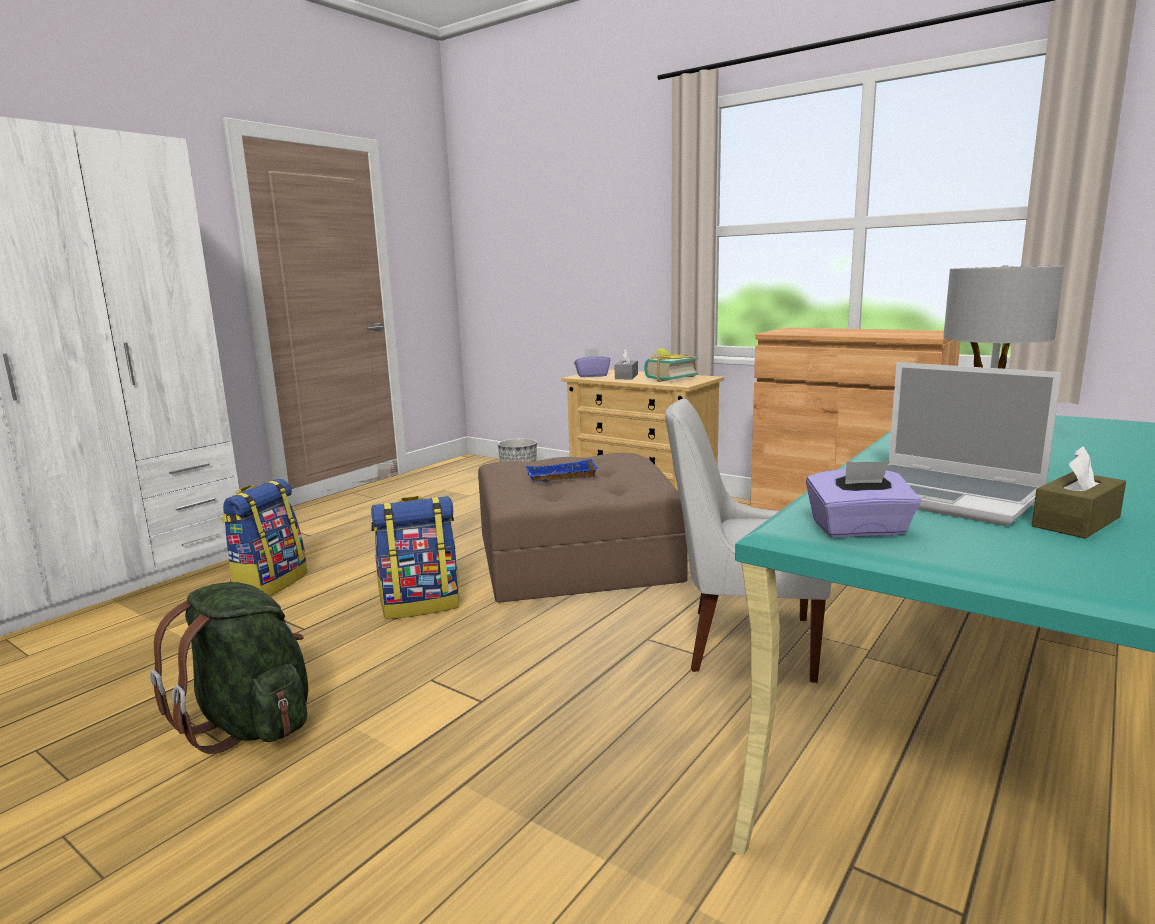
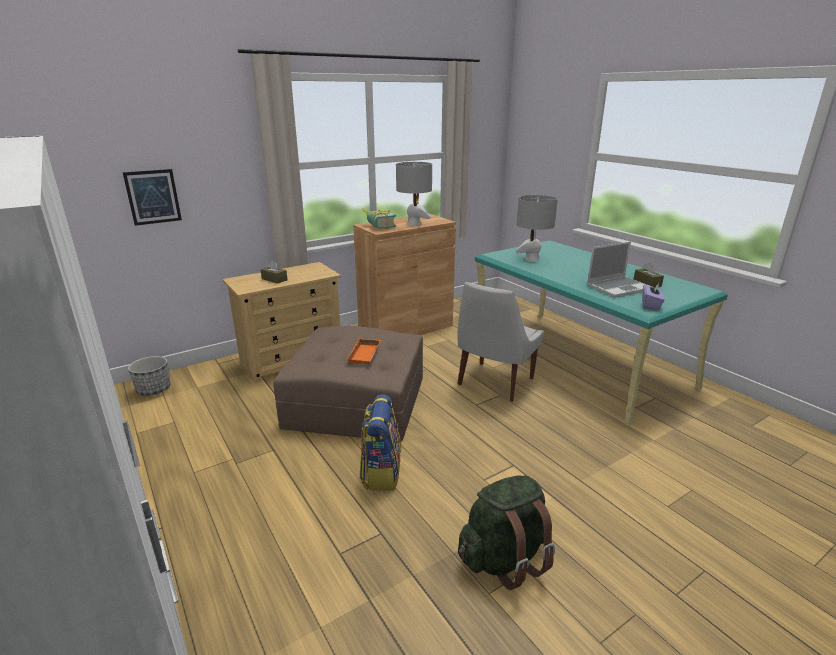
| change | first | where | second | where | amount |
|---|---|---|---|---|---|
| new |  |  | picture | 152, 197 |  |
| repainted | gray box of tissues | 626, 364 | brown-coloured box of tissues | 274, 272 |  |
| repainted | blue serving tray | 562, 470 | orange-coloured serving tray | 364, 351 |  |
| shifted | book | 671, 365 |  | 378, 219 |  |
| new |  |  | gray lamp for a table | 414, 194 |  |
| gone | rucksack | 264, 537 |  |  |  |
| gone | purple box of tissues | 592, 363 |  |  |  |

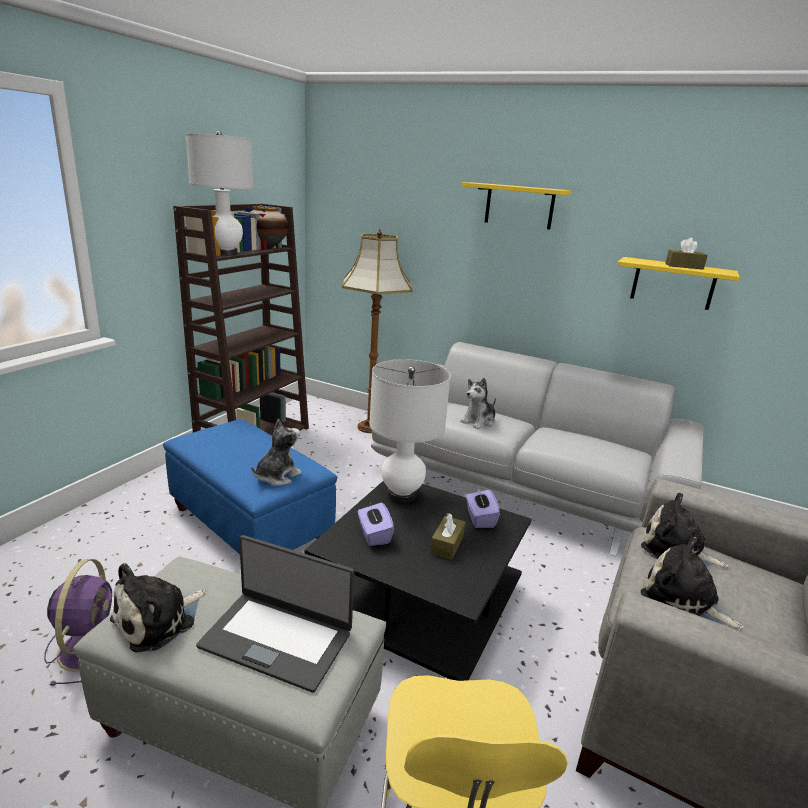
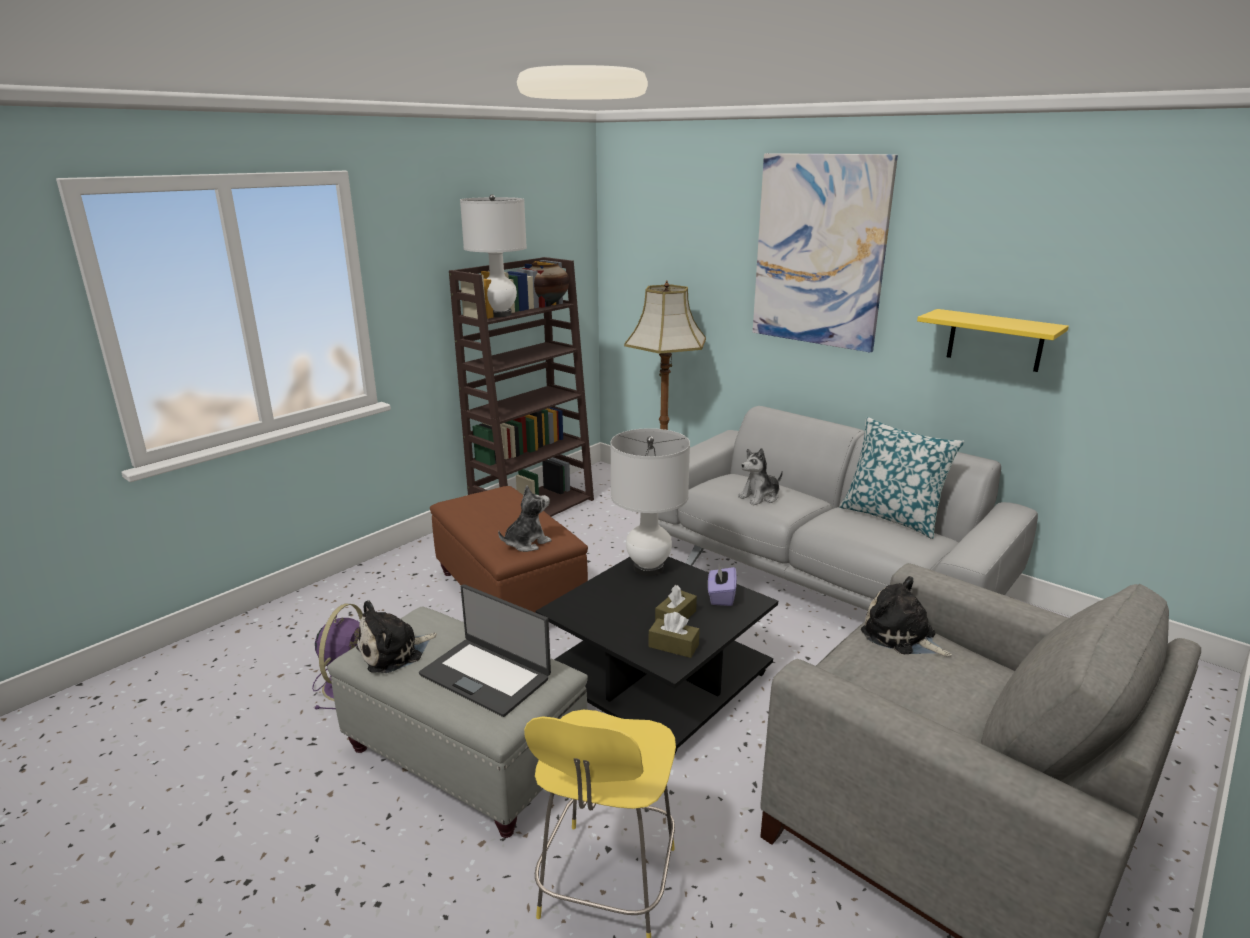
| change | first | where | second | where | amount |
|---|---|---|---|---|---|
| repainted | blue pouffe | 250, 486 | brown-coloured pouffe | 509, 549 |  |
| shifted | brown-coloured box of tissues | 686, 253 |  | 674, 635 |  |
| swapped | yellow-coloured bracket shelf | 516, 206 | picture | 825, 252 |  |
| new |  |  | throw pillow | 901, 478 |  |
| gone | purple box of tissues | 376, 524 |  |  |  |
| gone | cuddly toy | 692, 582 |  |  |  |

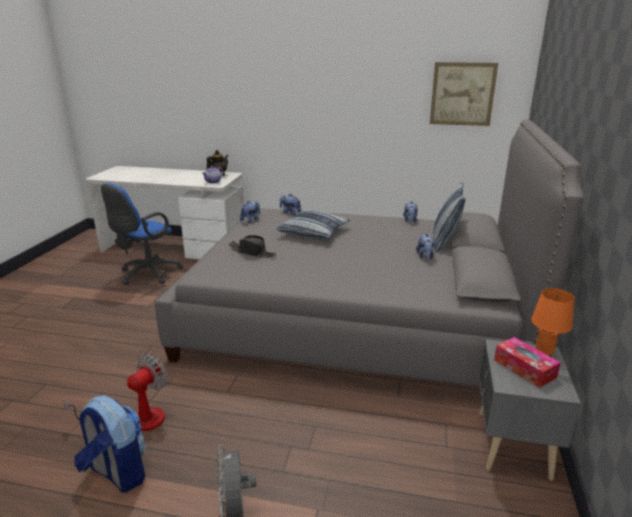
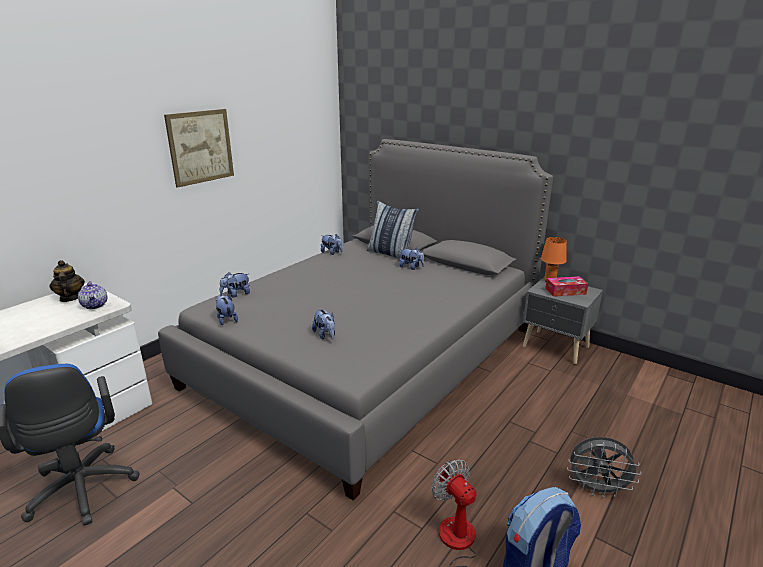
| change | first | where | second | where | amount |
|---|---|---|---|---|---|
| shifted | picture | 464, 94 |  | 199, 148 |  |
| swapped | black hat | 252, 246 | cuddly toy | 323, 324 |  |
| gone | throw pillow | 313, 224 |  |  |  |

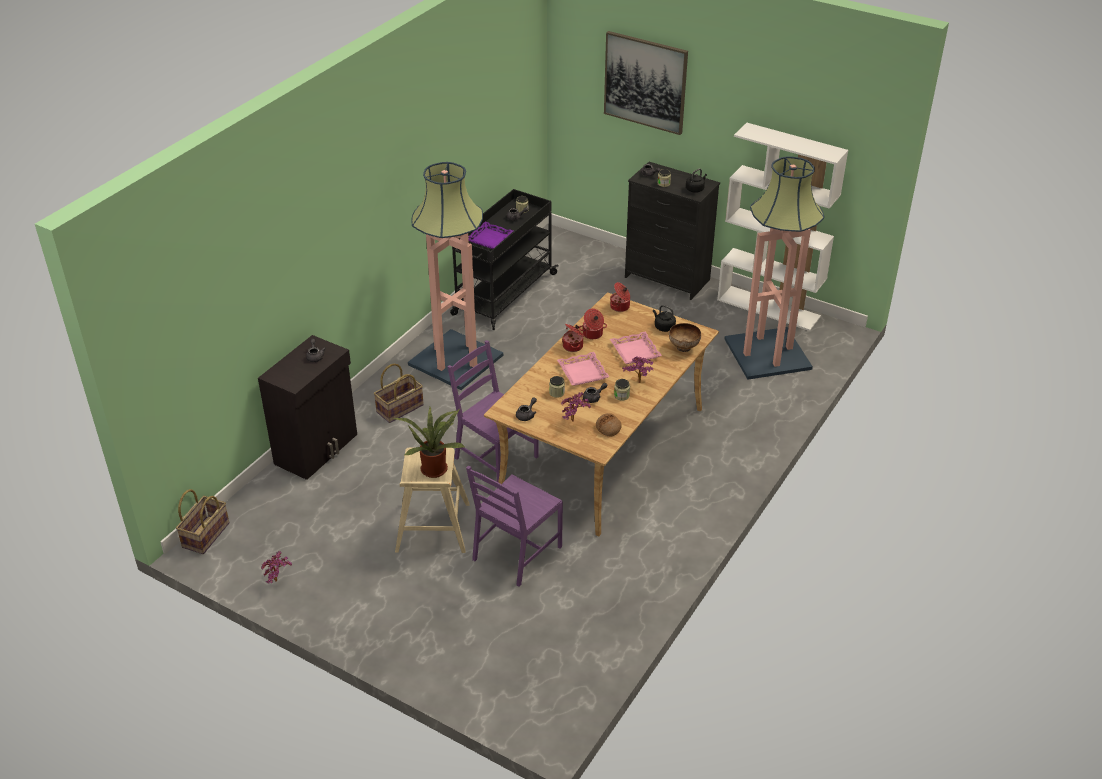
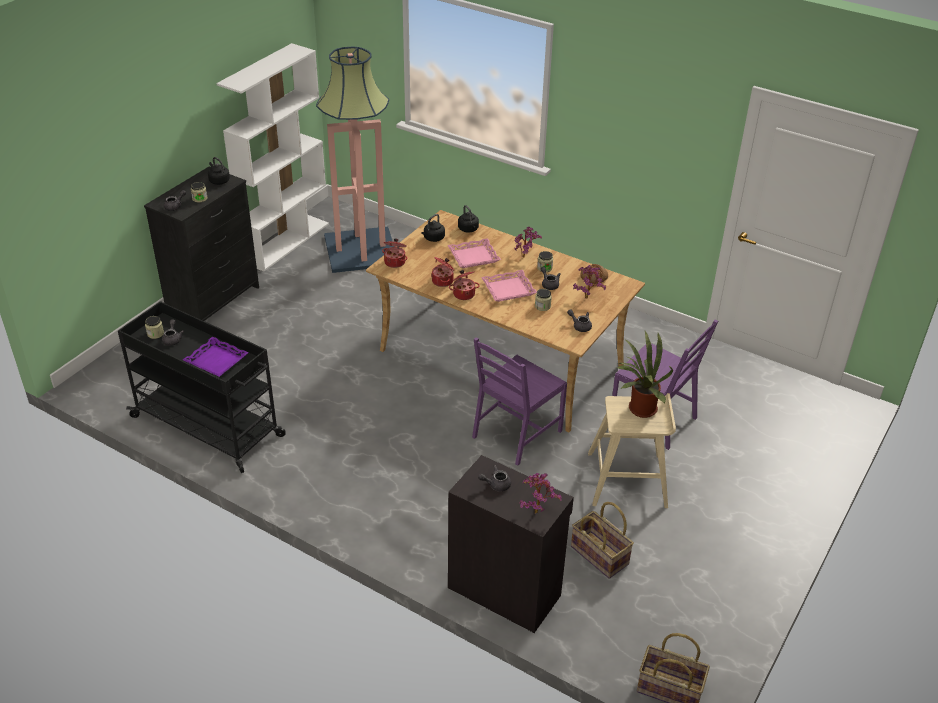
| change | first | where | second | where | amount |
|---|---|---|---|---|---|
| swapped | serving bowl | 685, 337 | black kettle | 468, 219 |  |
| shifted | plant in a pot | 276, 567 |  | 540, 493 |  |
| shifted | household basket | 398, 393 |  | 602, 540 |  |
| gone | standard lamp | 455, 276 |  |  |  |
| gone | picture | 646, 83 |  |  |  |

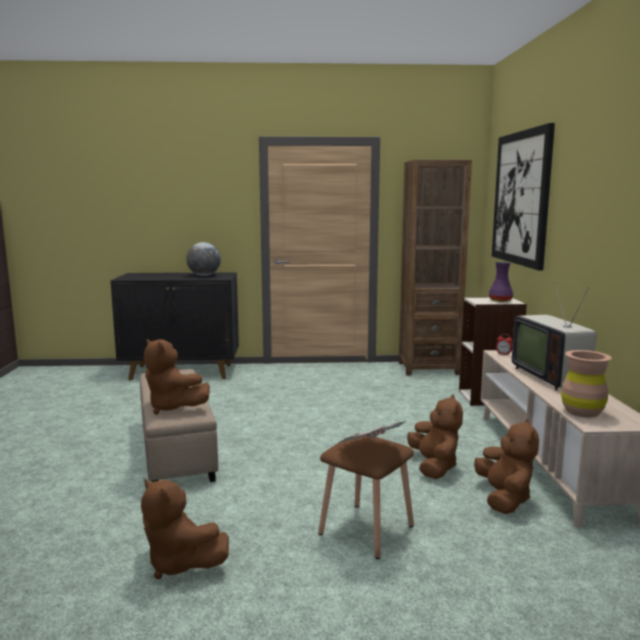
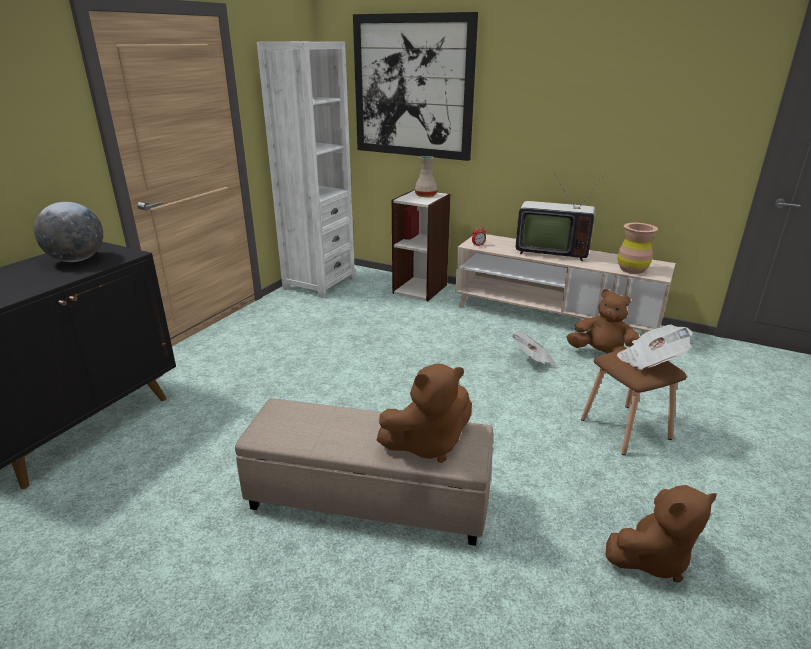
| change | first | where | second | where | amount |
|---|---|---|---|---|---|
| repainted | brown-coloured shelving unit | 435, 268 | white shelving unit | 306, 170 |  |
| repainted | purple vase | 501, 282 | beige-coloured vase | 426, 176 |  |
| swapped | brown-coloured cuddly toy | 435, 436 | printed paper | 534, 349 |  |

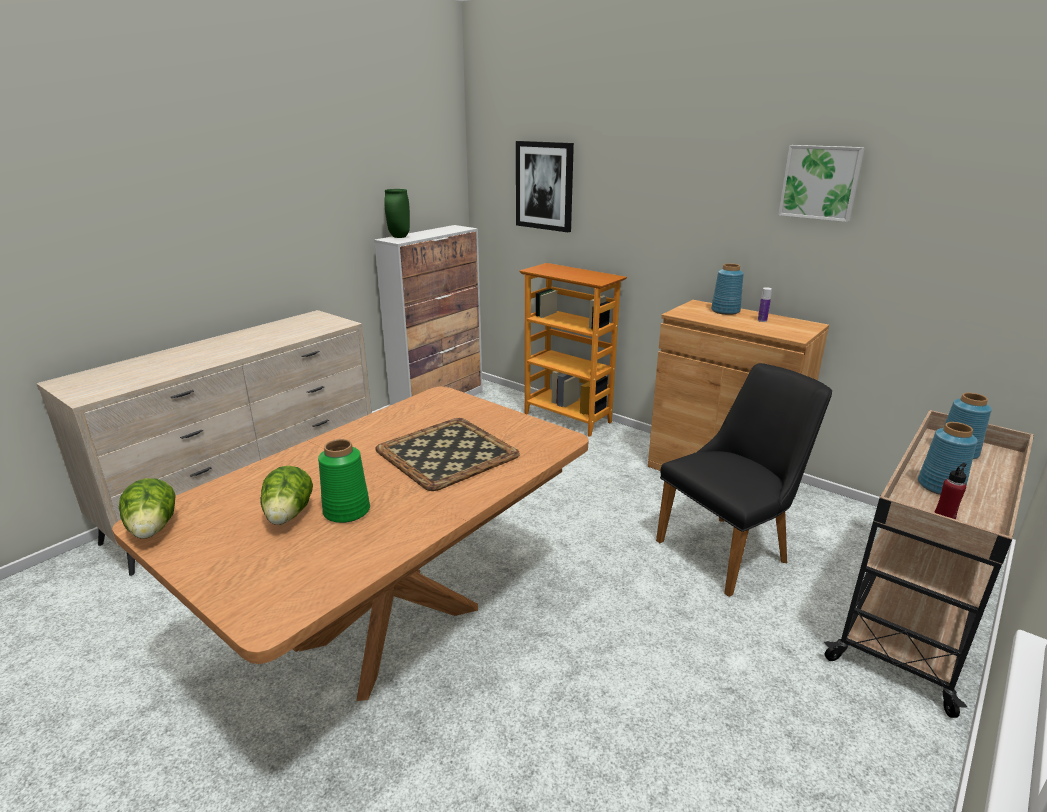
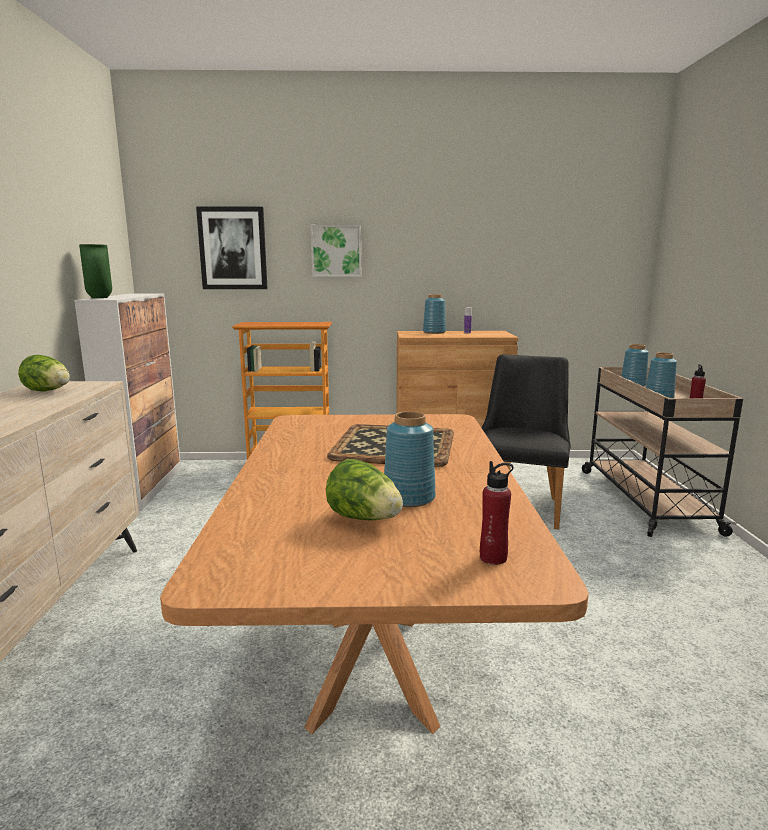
| change | first | where | second | where | amount |
|---|---|---|---|---|---|
| shifted | head of lettuce | 147, 508 |  | 44, 373 |  |
| shifted | picture | 821, 183 |  | 336, 251 |  |
| repainted | greenish vase | 344, 481 | blue vase | 410, 459 |  |
| new |  |  | red-coloured beverage bottle | 497, 513 |  |

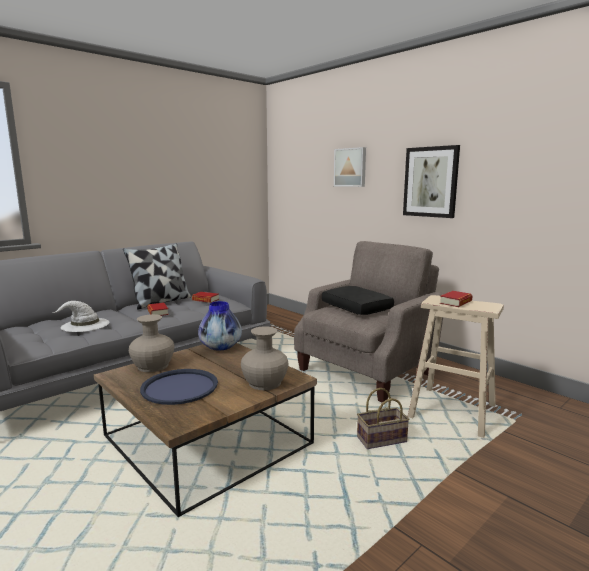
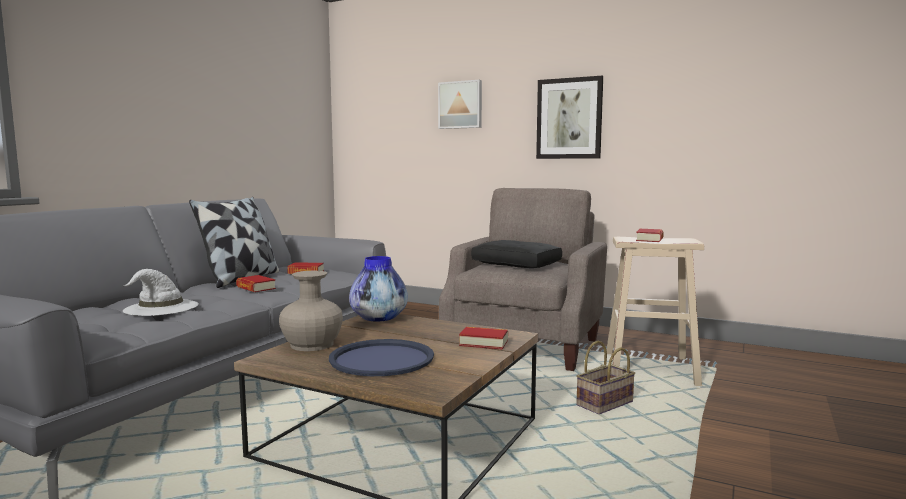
| change | first | where | second | where | amount |
|---|---|---|---|---|---|
| swapped | beige-coloured vase | 265, 358 | book | 483, 338 |  |

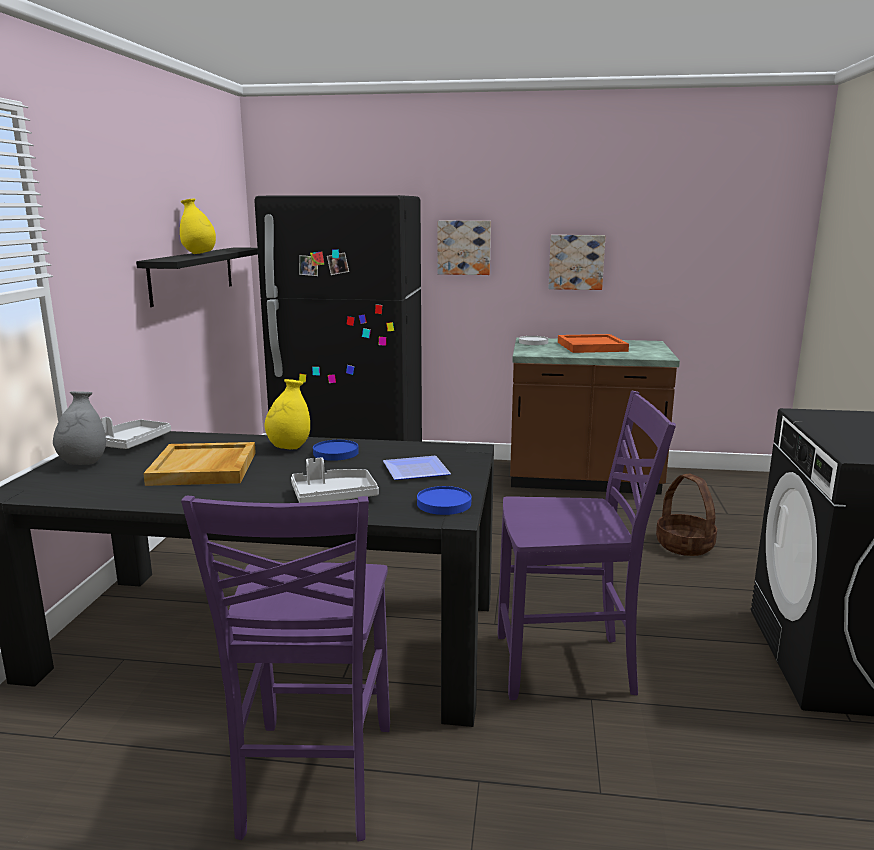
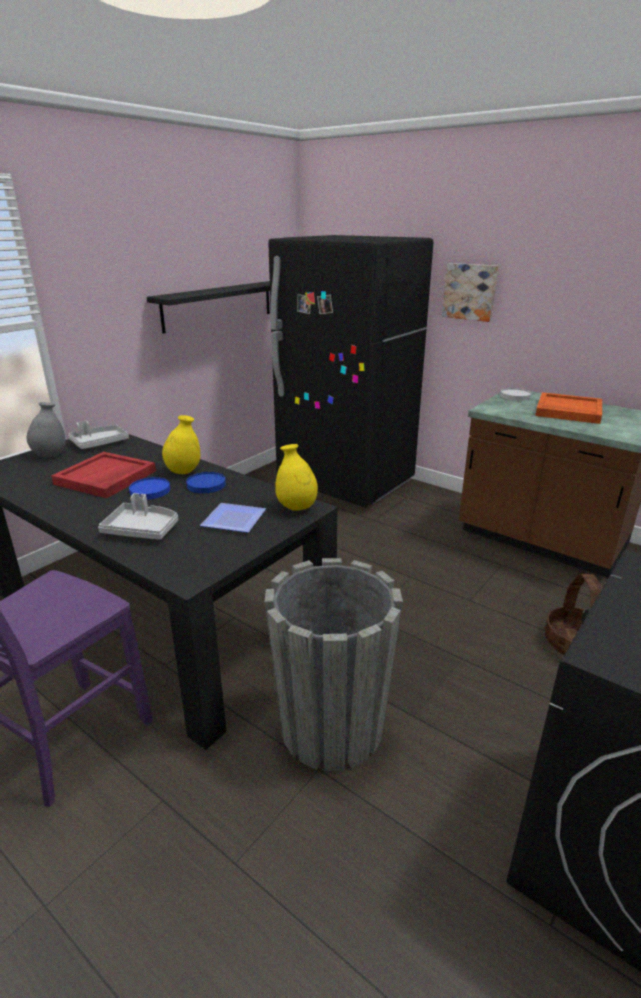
| change | first | where | second | where | amount |
|---|---|---|---|---|---|
| repainted | beige-coloured serving tray | 199, 464 | red-coloured serving tray | 103, 475 |  |
| shifted | blue dinner plate | 444, 500 |  | 149, 488 |  |
| swapped | purple upright chair | 587, 545 | gray flower pot | 334, 664 |  |
| shifted | yellow-coloured vase | 198, 226 |  | 296, 477 |  |
| gone | picture | 577, 262 |  |  |  |

